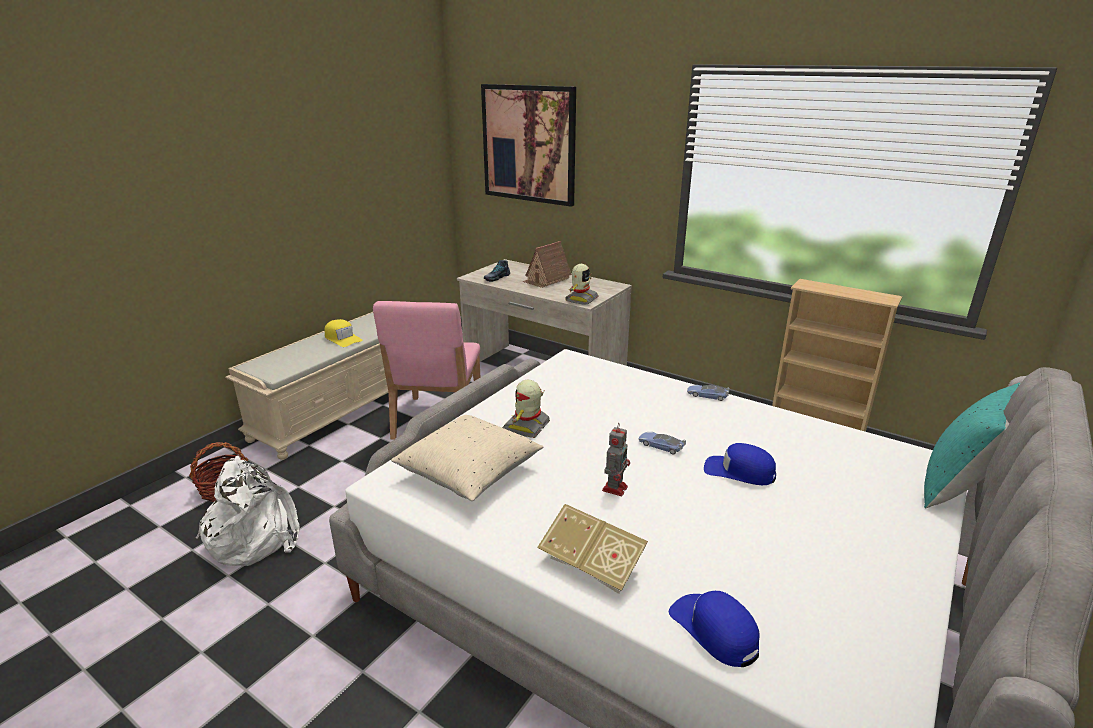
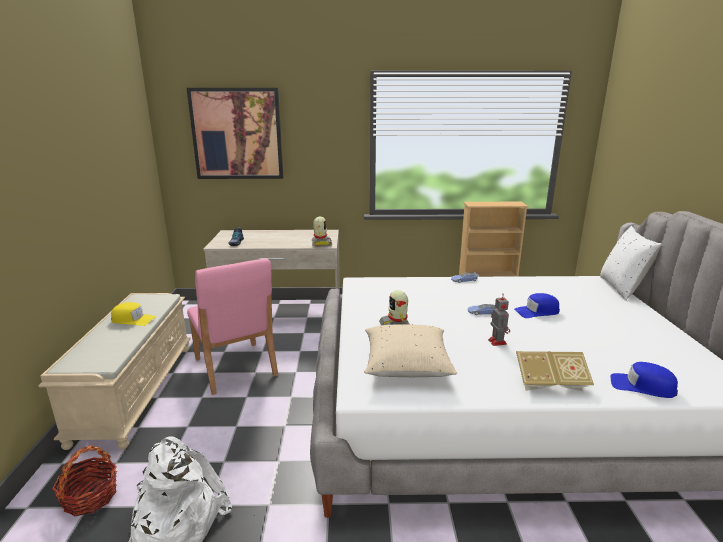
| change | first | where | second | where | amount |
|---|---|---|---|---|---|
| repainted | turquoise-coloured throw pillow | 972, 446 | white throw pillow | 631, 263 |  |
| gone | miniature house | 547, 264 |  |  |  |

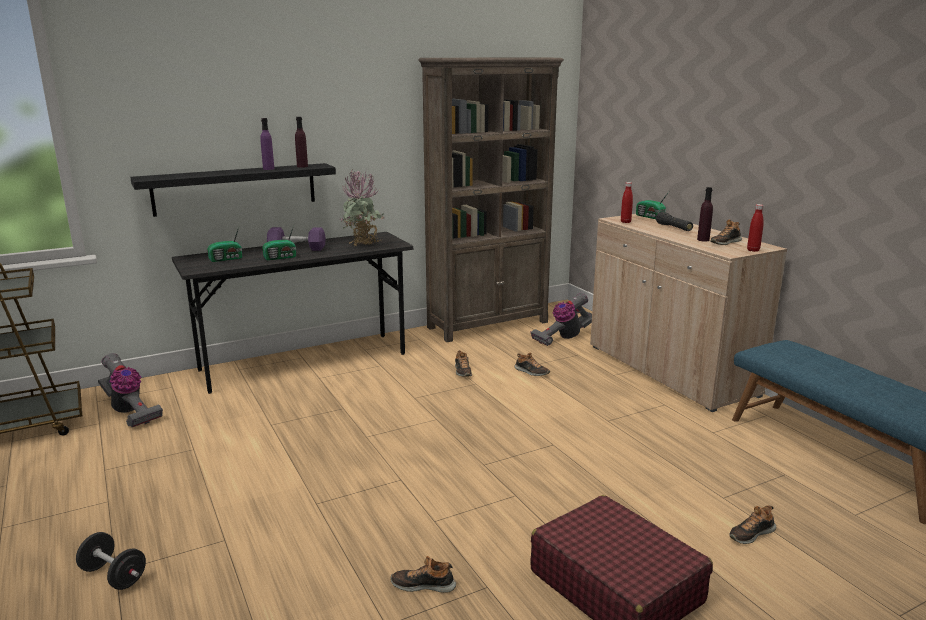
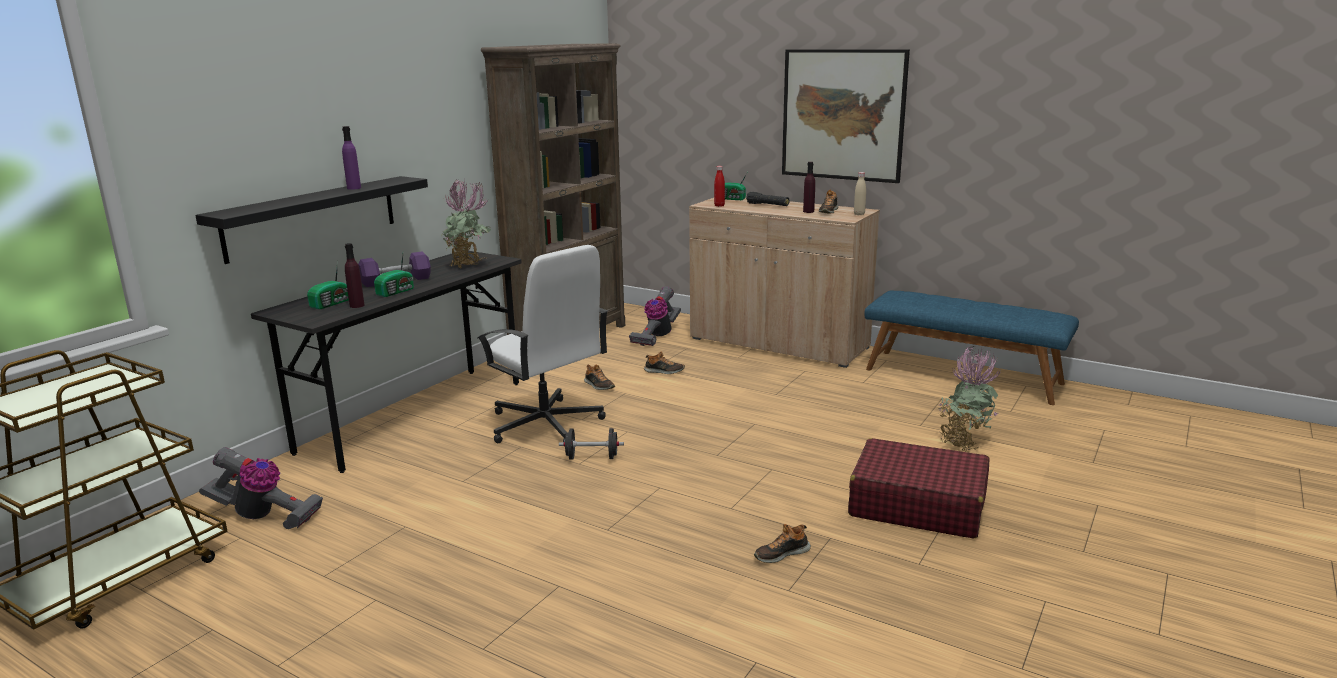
| change | first | where | second | where | amount |
|---|---|---|---|---|---|
| shifted | purple beverage bottle | 301, 142 |  | 355, 275 |  |
| new |  |  | white computer chair | 542, 346 |  |
| shifted | black dumbbell | 111, 561 |  | 591, 444 |  |
| new |  |  | picture | 846, 116 |  |
| repainted | red-coloured beverage bottle | 755, 228 | beige-coloured beverage bottle | 860, 193 |  |
| swapped | item of footwear | 752, 524 | plant in a pot | 969, 398 |  |

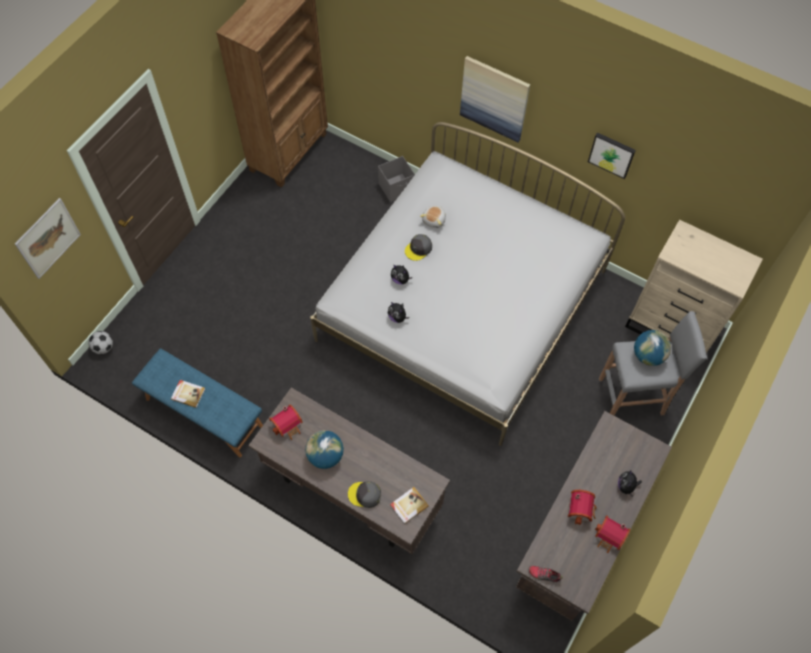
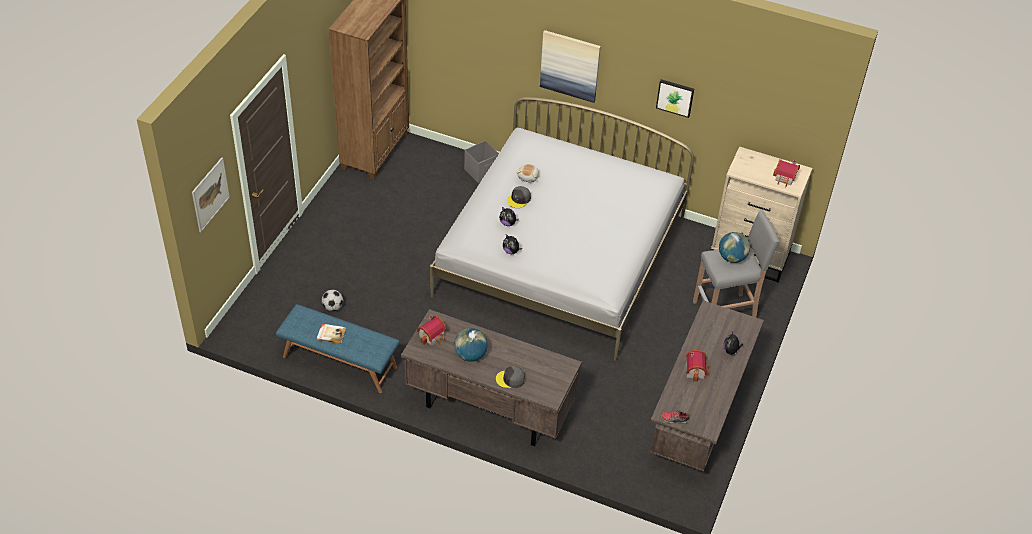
| change | first | where | second | where | amount |
|---|---|---|---|---|---|
| shifted | football | 101, 342 |  | 332, 300 |  |
| shifted | miniature house | 612, 534 |  | 786, 173 |  |
| gone | book | 409, 505 |  |  |  |

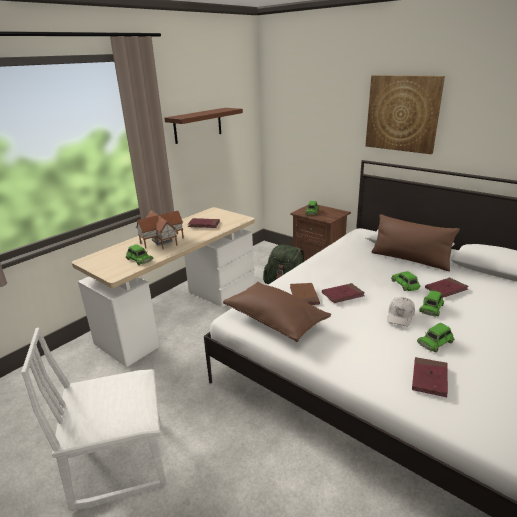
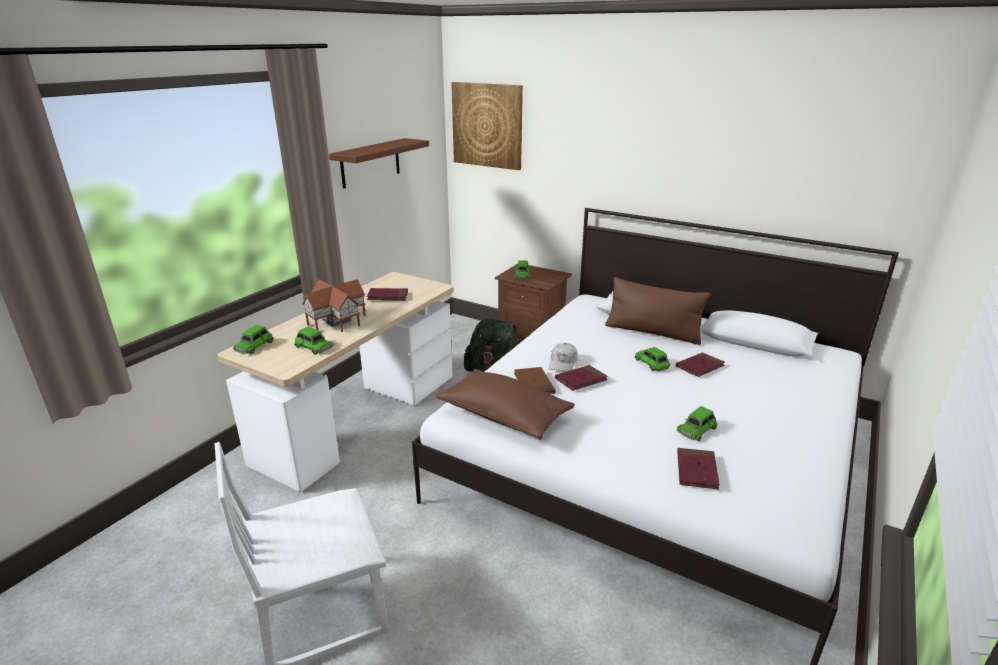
| change | first | where | second | where | amount |
|---|---|---|---|---|---|
| shifted | greenish toy car | 431, 303 |  | 253, 339 |  |
| shifted | picture | 405, 114 |  | 487, 126 |  |
| shifted | white cap | 401, 312 |  | 563, 357 |  |

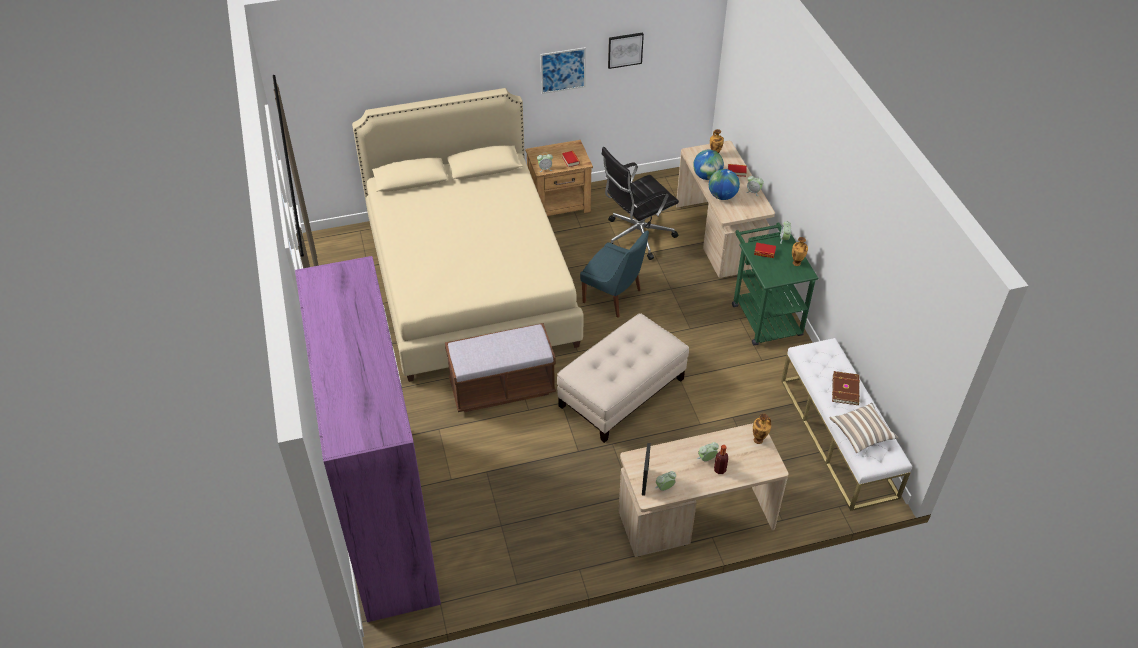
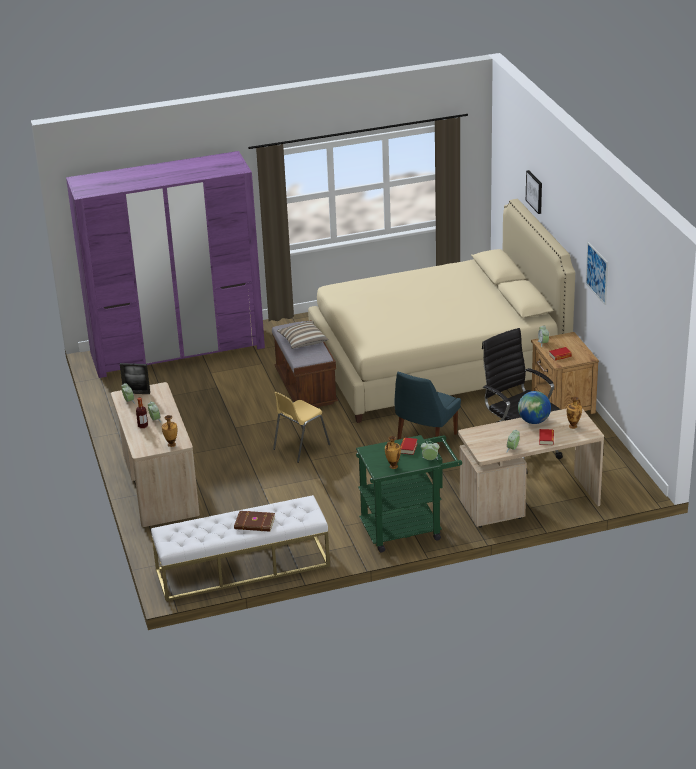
| change | first | where | second | where | amount |
|---|---|---|---|---|---|
| swapped | beige-coloured pouffe | 623, 378 | yellow-coloured upright chair | 301, 427 |  |
| shifted | throw pillow | 864, 428 |  | 303, 335 |  |
| shifted | picture | 626, 50 |  | 534, 192 |  |
| gone | globe | 724, 184 |  |  |  |

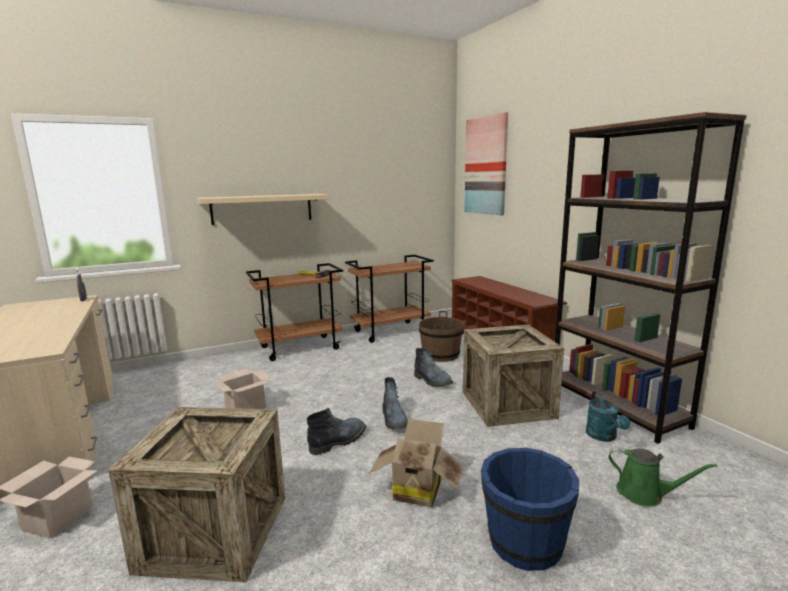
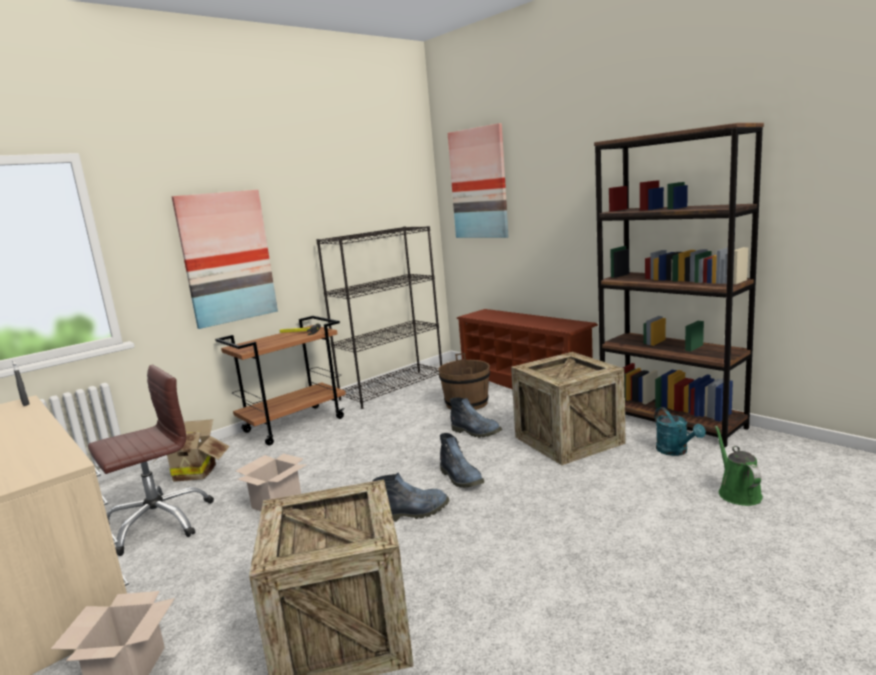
| change | first | where | second | where | amount |
|---|---|---|---|---|---|
| new |  |  | brown-coloured computer chair | 151, 460 |  |
| shifted | cardboard box | 416, 463 |  | 190, 450 |  |
| swapped | beige-coloured bracket shelf | 263, 209 | picture | 225, 259 |  |
| swapped | brown-coloured trolley | 389, 299 | black shelving unit | 379, 317 |  |
| rotated | boot | 336, 431 |  | 411, 497 | 45 degrees clockwise |
| rotated | greenish watering can | 662, 477 |  | 739, 466 | 105 degrees counterclockwise |
| gone | blue pail | 530, 509 |  |  |  |

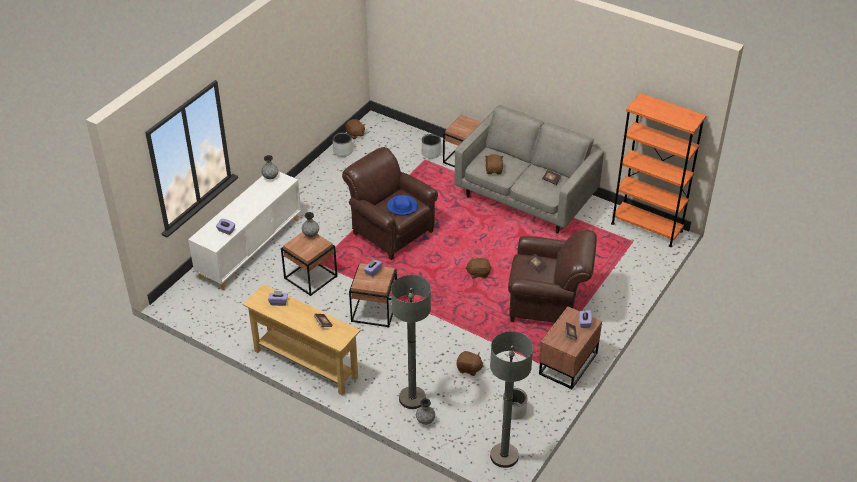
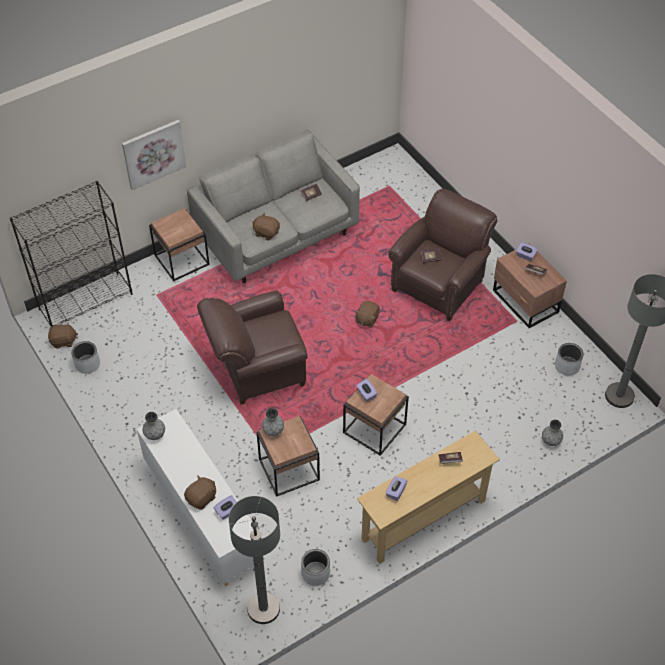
| change | first | where | second | where | amount |
|---|---|---|---|---|---|
| new |  |  | black shelving unit | 71, 254 |  |
| new |  |  | picture | 154, 155 |  |
| shifted | brown-coloured cuddly toy | 470, 363 |  | 200, 492 |  |
| shifted | gray standard lamp | 411, 342 |  | 254, 560 |  |
| shifted | gray flower pot | 431, 146 |  | 315, 567 |  |
| gone | blue hat | 402, 205 |  |  |  |
| gone | orange-coloured shelving unit | 659, 170 |  |  |  |

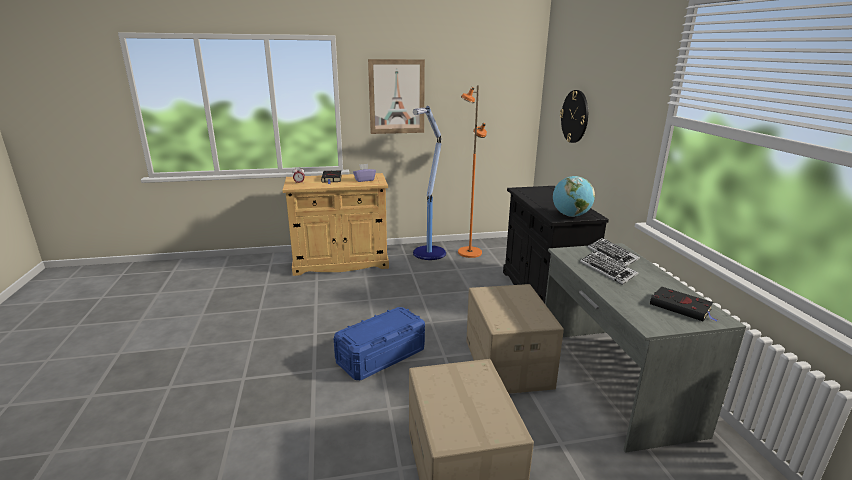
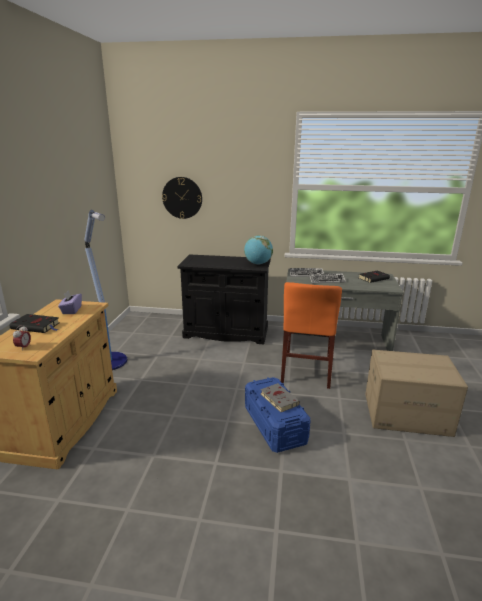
| change | first | where | second | where | amount |
|---|---|---|---|---|---|
| new |  |  | gray book | 280, 398 |  |
| swapped | cardboard box | 515, 339 | orange-coloured upright chair | 311, 335 |  |
| gone | picture | 396, 96 |  |  |  |
| gone | orange-coloured standard lamp | 472, 172 |  |  |  |

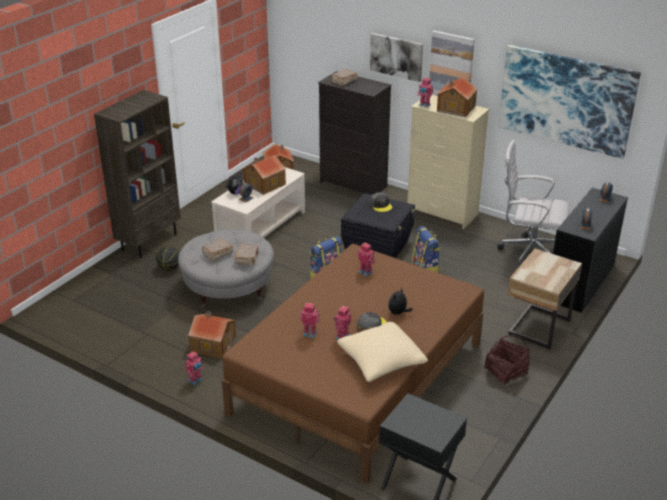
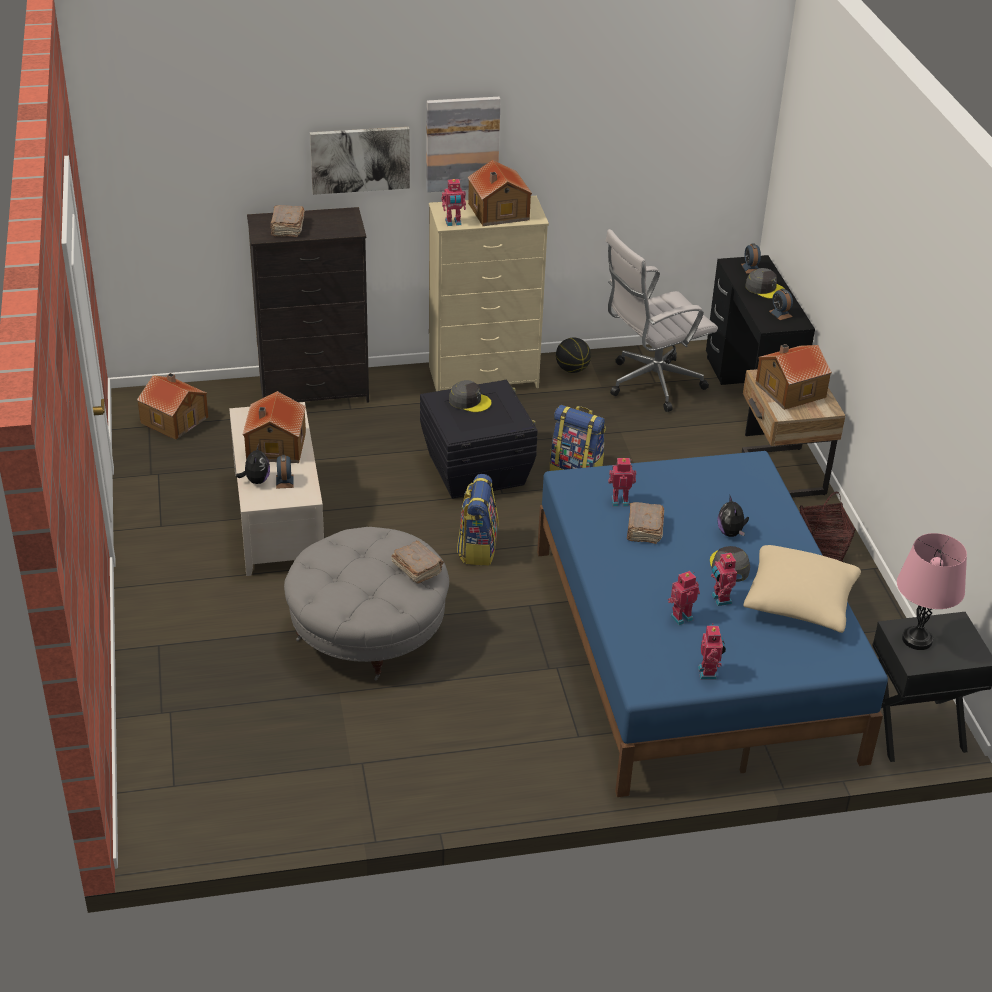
| change | first | where | second | where | amount |
|---|---|---|---|---|---|
| repainted | brown-coloured bedroom bed | 353, 363 | blue bedroom bed | 712, 624 |  |
| shifted | basketball | 167, 258 |  | 573, 355 |  |
| shifted | brown-coloured book | 217, 249 |  | 645, 523 |  |
| shifted | toy robot | 194, 368 |  | 712, 651 |  |
| new |  |  | gray cap | 764, 283 |  |
| shifted | miniature house | 212, 334 |  | 793, 377 |  |
| new |  |  | pink-coloured lamp for a table | 932, 591 |  |
| gone | brown-coloured shelving unit | 137, 174 |  |  |  |
| gone | picture | 569, 102 |  |  |  |

